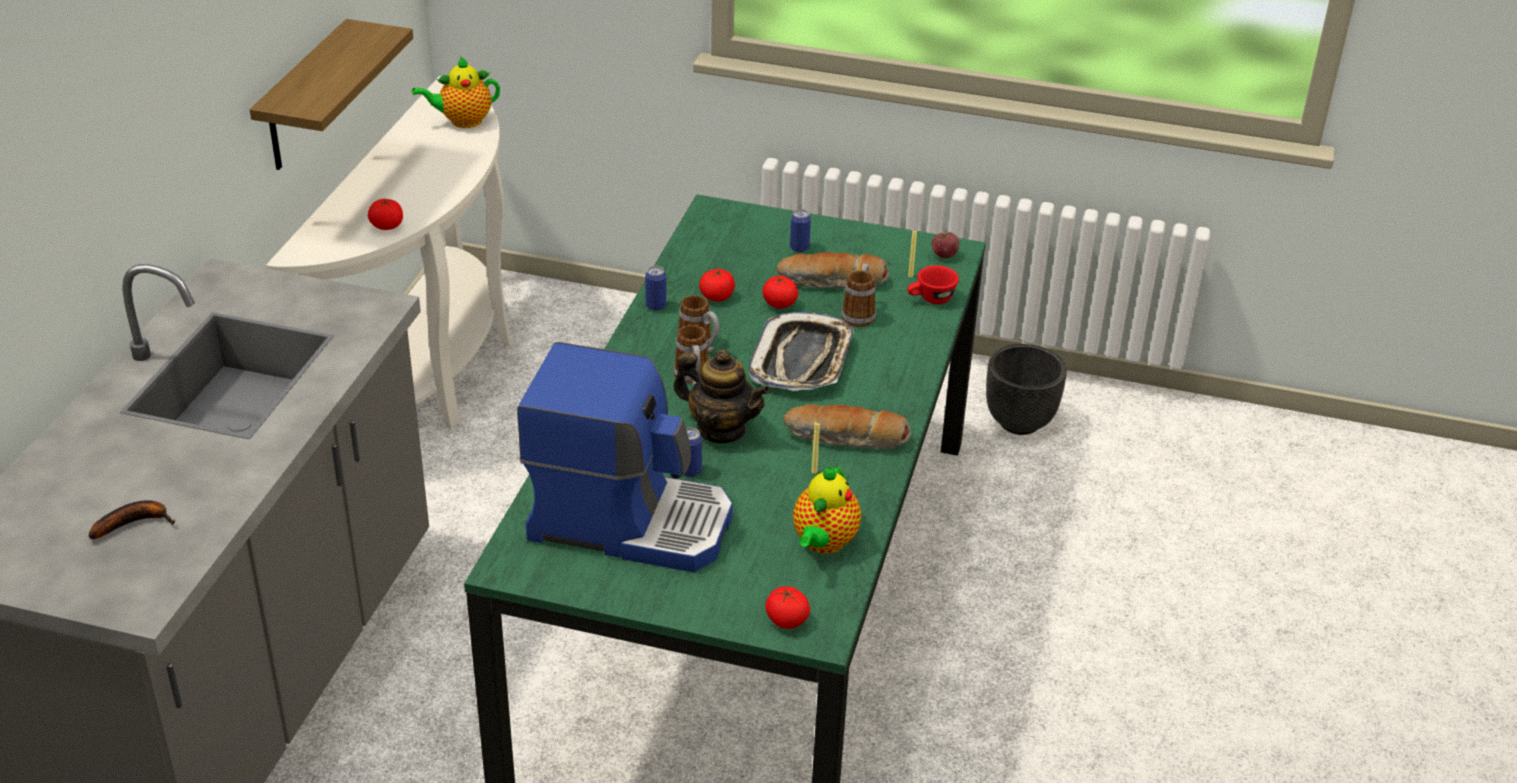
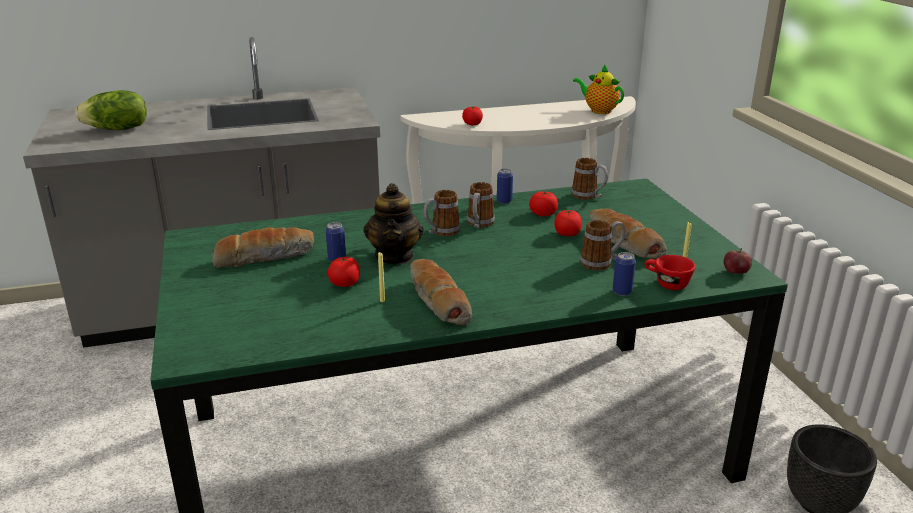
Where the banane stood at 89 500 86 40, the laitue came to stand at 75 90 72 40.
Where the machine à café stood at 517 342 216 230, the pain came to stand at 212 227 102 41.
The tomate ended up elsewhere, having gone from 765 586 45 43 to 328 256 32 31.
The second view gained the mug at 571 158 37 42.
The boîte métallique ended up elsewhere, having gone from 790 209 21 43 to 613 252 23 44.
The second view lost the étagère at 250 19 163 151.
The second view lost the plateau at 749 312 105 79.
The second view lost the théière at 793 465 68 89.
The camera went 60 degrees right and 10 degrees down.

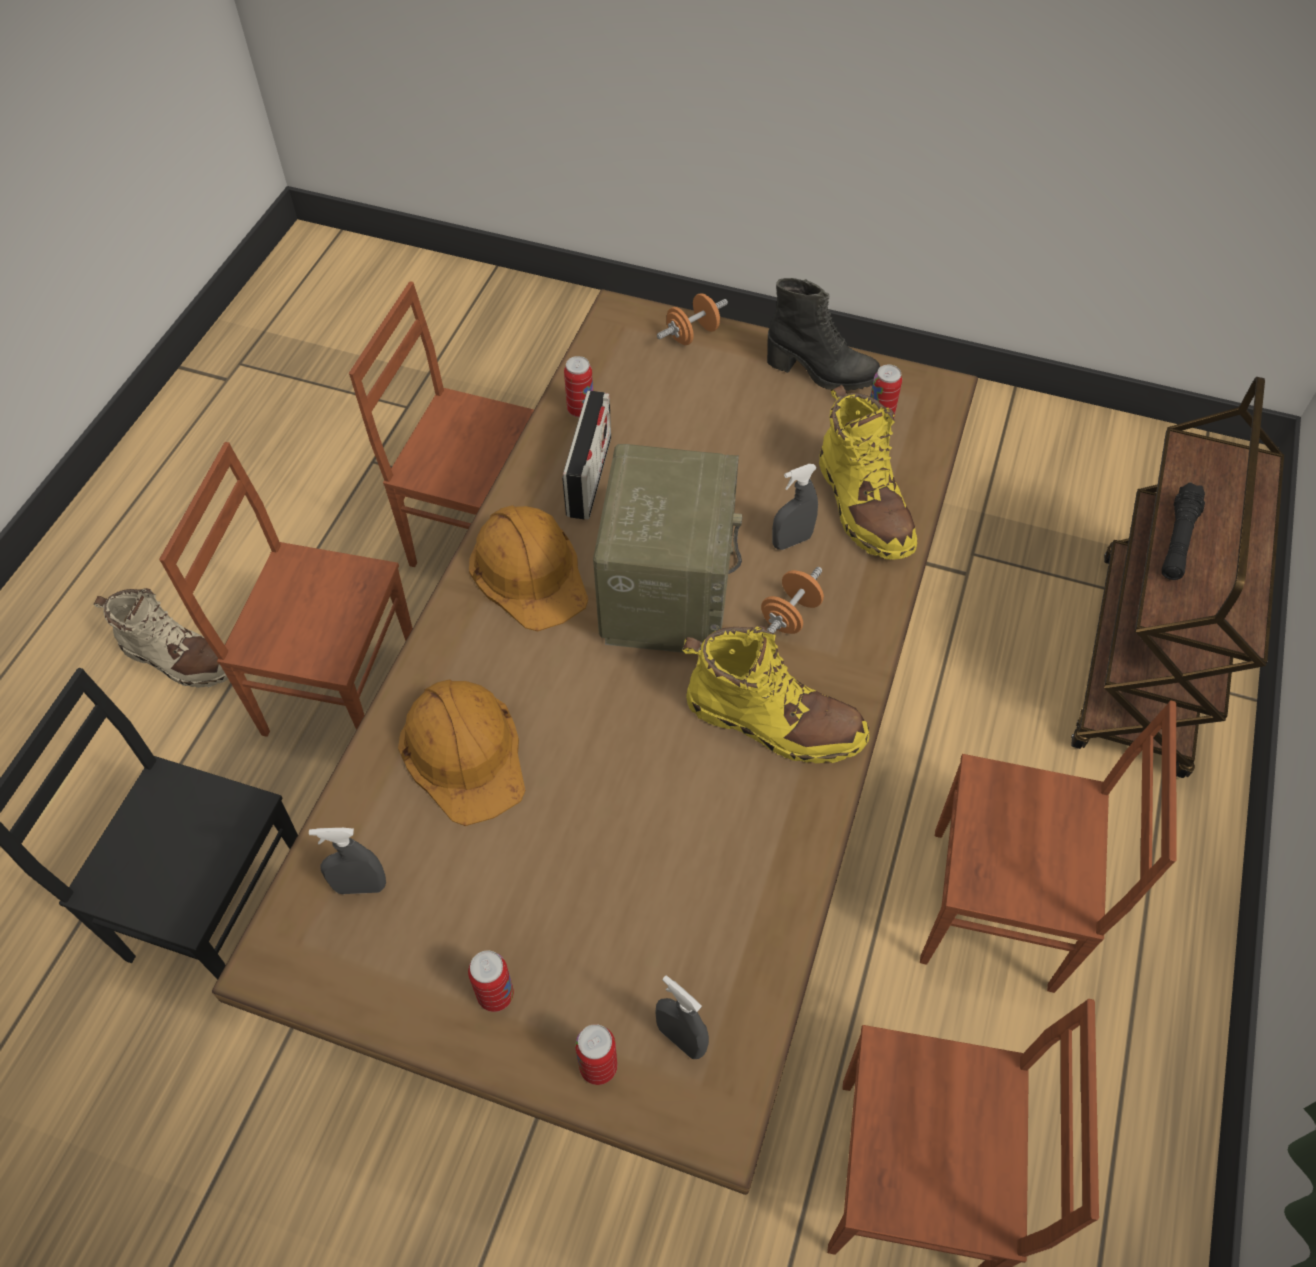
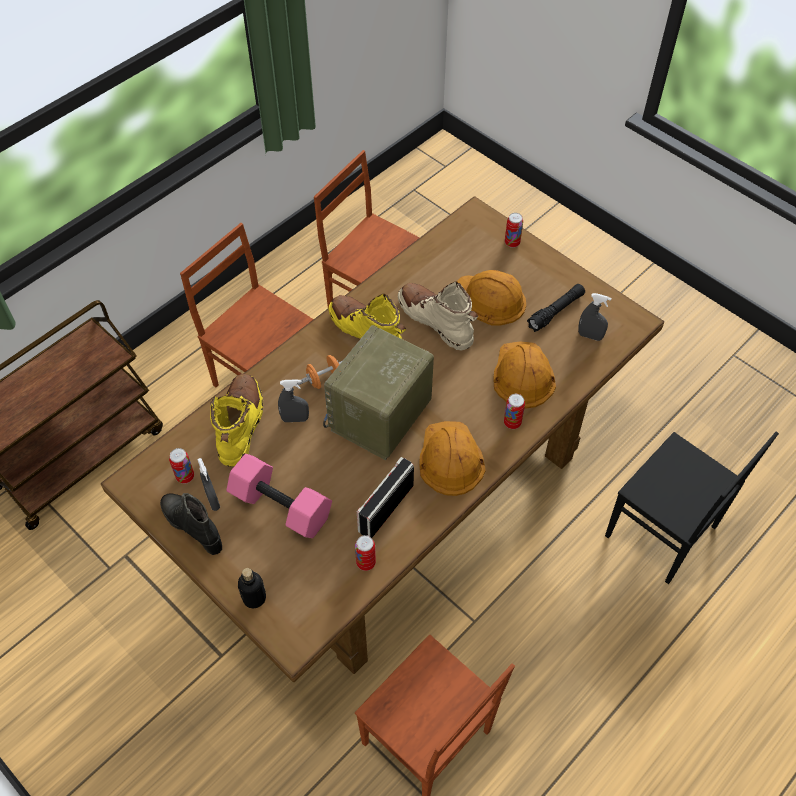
The vaporisateur [gris] ended up elsewhere, having gone from 655 975 54 84 to 197 458 23 53.
The second view gained the haltère [rose] at 226 454 106 84.
Where the haltère [orange] stood at 657 293 71 52, the bouteille came to stand at 238 568 28 40.
The botte [beige] ended up elsewhere, having gone from 93 588 135 100 to 398 281 80 69.
The second view gained the casque de chantier [orange] at 457 270 69 56.
The boîte métallique ended up elsewhere, having gone from 468 950 46 62 to 504 394 21 35.
The lampe de poche [noir] ended up elsewhere, having gone from 1161 482 44 98 to 527 284 58 48.
The second view lost the chaise [marron] at 159 442 254 295.
The camera went 155 degrees left and 0 degrees up.

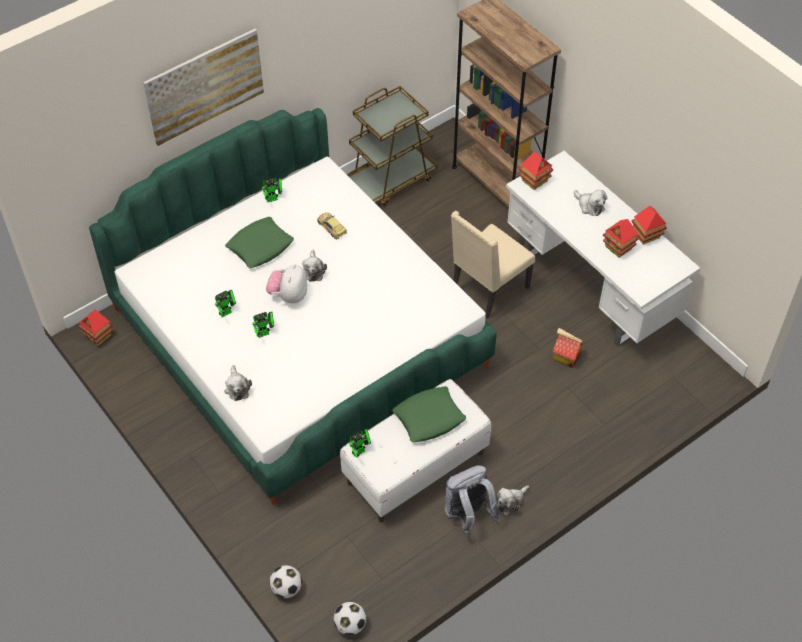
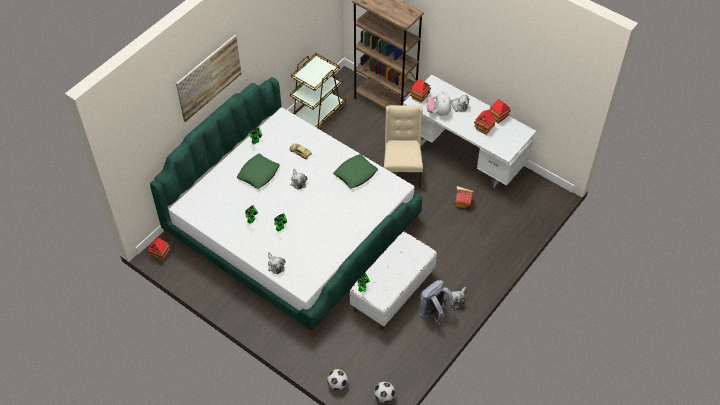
The coussin [vert] ended up elsewhere, having gone from 392 386 74 56 to 333 154 45 35.
The chaise [beige] at 451 211 84 108 ended up facing another way, 150 degrees clockwise from before.
The peluche ended up elsewhere, having gone from 266 264 41 39 to 427 91 24 25.
The camera went 15 degrees left and 0 degrees up.

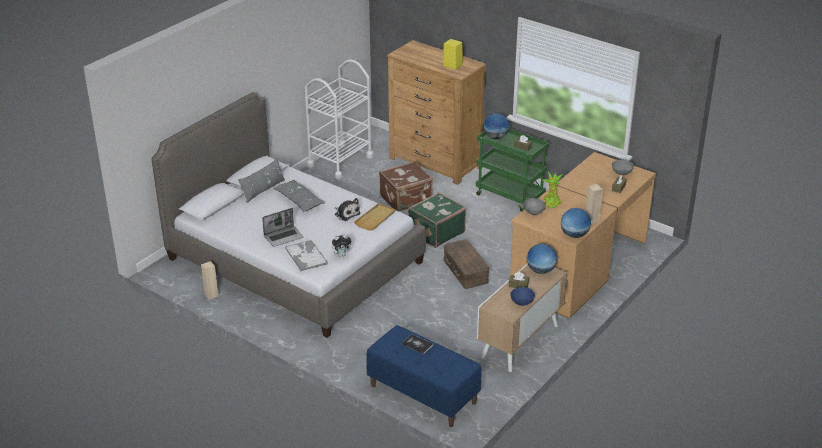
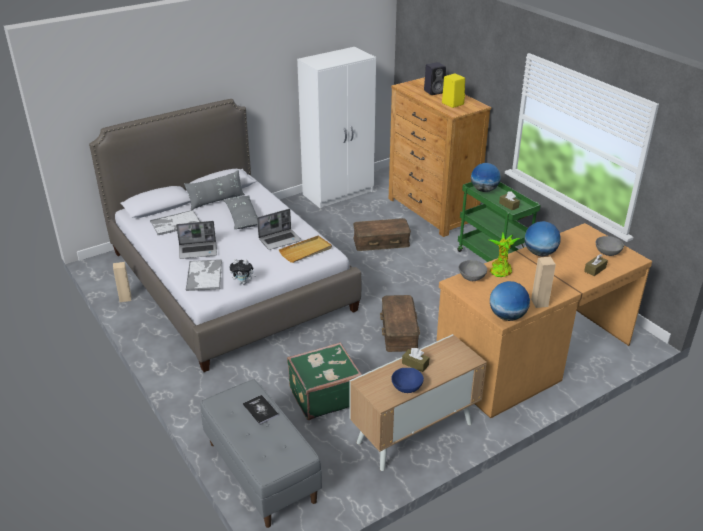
The second view gained the plateau at 150 210 50 26.
What was the banc [bleu] at 366 325 116 102 turned into the banc [gris] at 201 379 121 149.
Where the peluche stood at 335 198 26 23, the ordinateur portable came to stand at 257 209 45 41.
The valise [vert] ended up elsewhere, having gone from 408 192 58 56 to 287 342 75 78.
Where the chariot [blanc] stood at 305 59 68 120, the armoire [blanc] came to stand at 297 47 79 161.
Where the valise [marron] stood at 379 161 54 50, the boîte de rangement [marron] came to stand at 353 218 58 33.
The second view gained the enceinte [noir] at 424 62 22 33.
The globe ended up elsewhere, having gone from 527 244 30 30 to 524 221 37 36.
The camera went 20 degrees right and 0 degrees up.

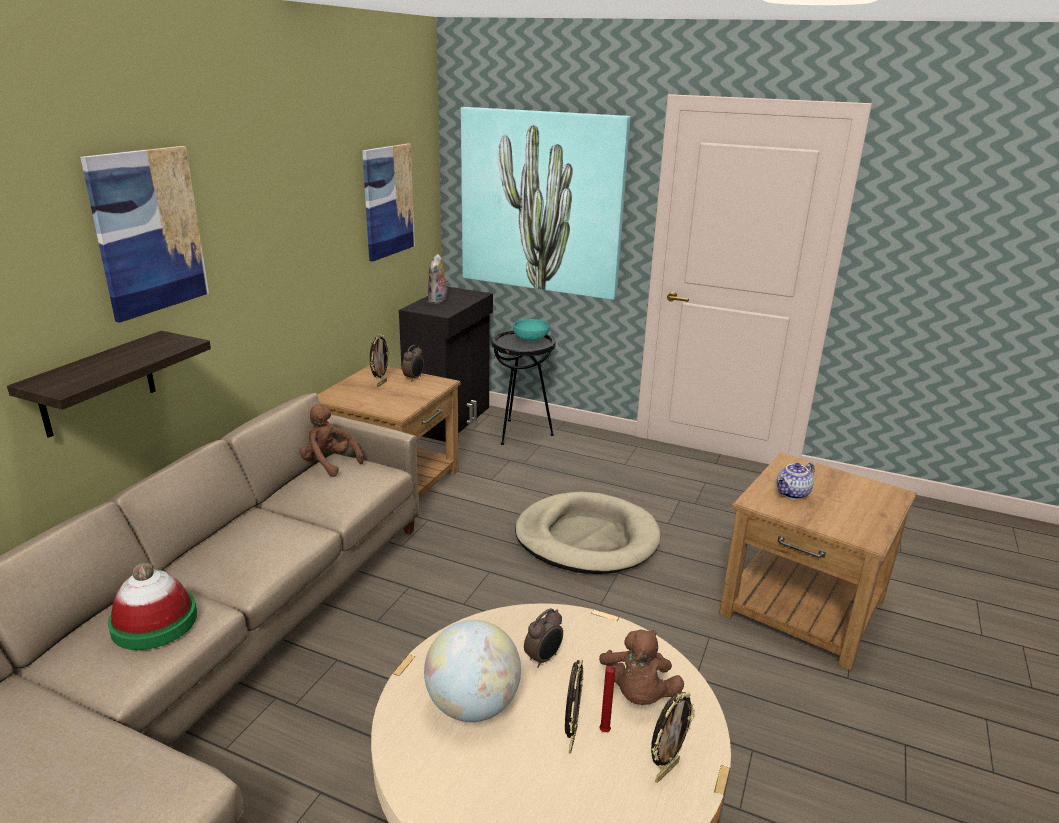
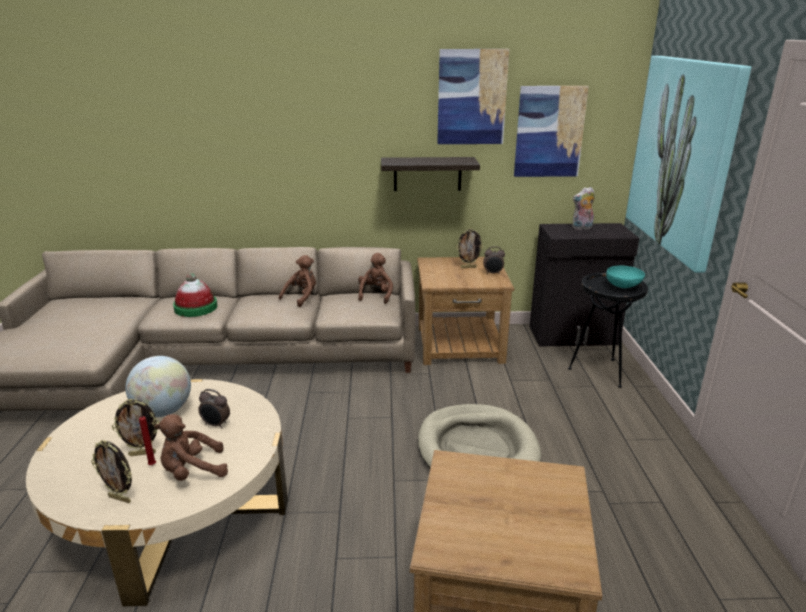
The second view gained the peluche [marron] at 279 255 37 52.
The étagère ended up elsewhere, having gone from 7 331 204 107 to 381 157 99 34.
The tableau ended up elsewhere, having gone from 80 146 129 177 to 437 49 72 95.
The second view lost the théière at 777 463 38 36.
The camera went 65 degrees right and 0 degrees up.

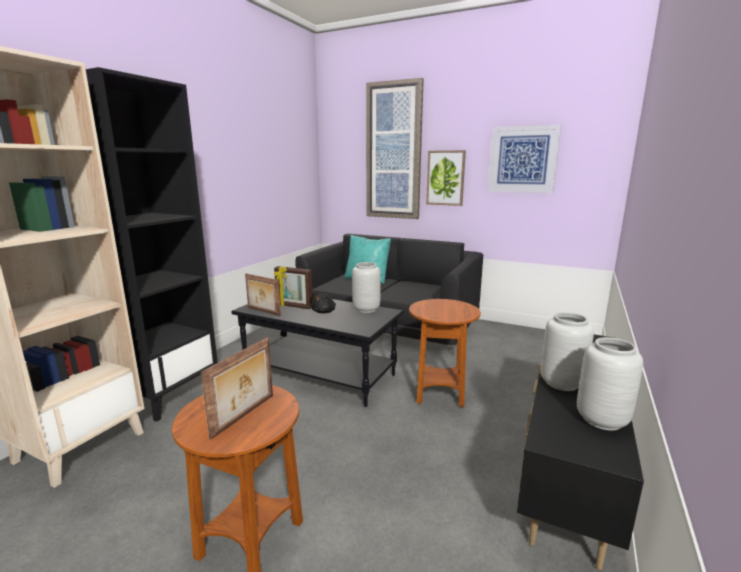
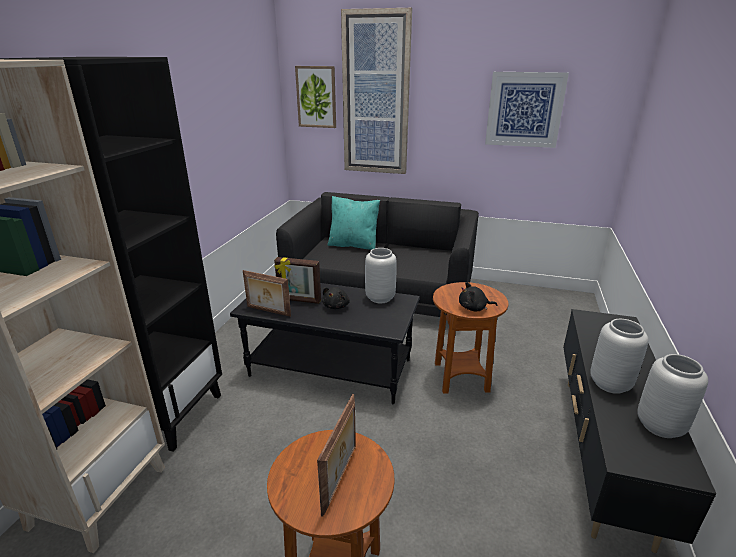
The tableau ended up elsewhere, having gone from 426 150 40 56 to 295 66 41 62.
The second view gained the peluche [noir] at 459 282 38 30.
The camera went 10 degrees left and 10 degrees up.

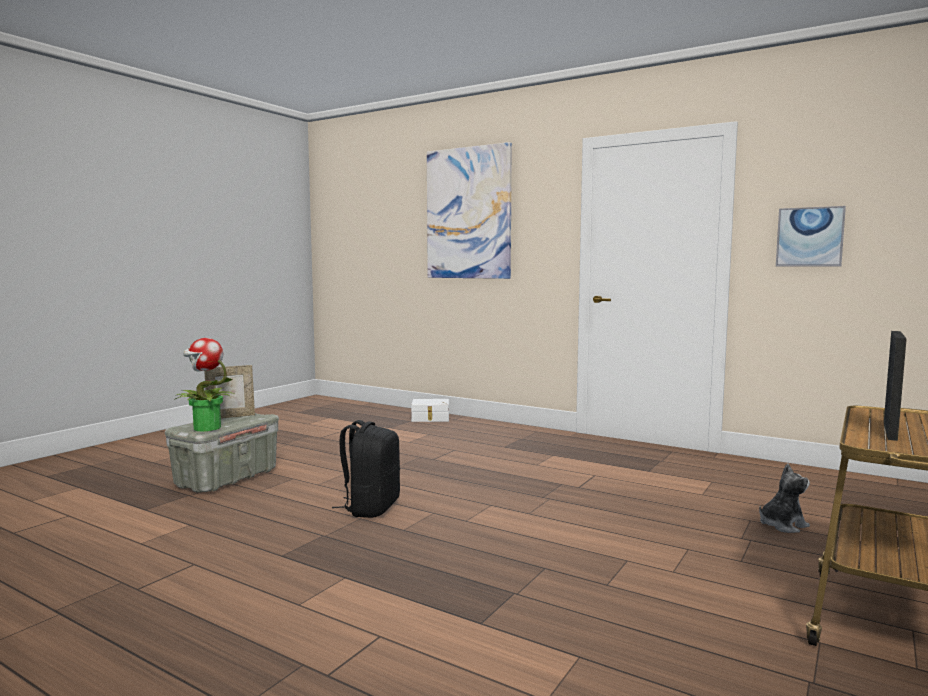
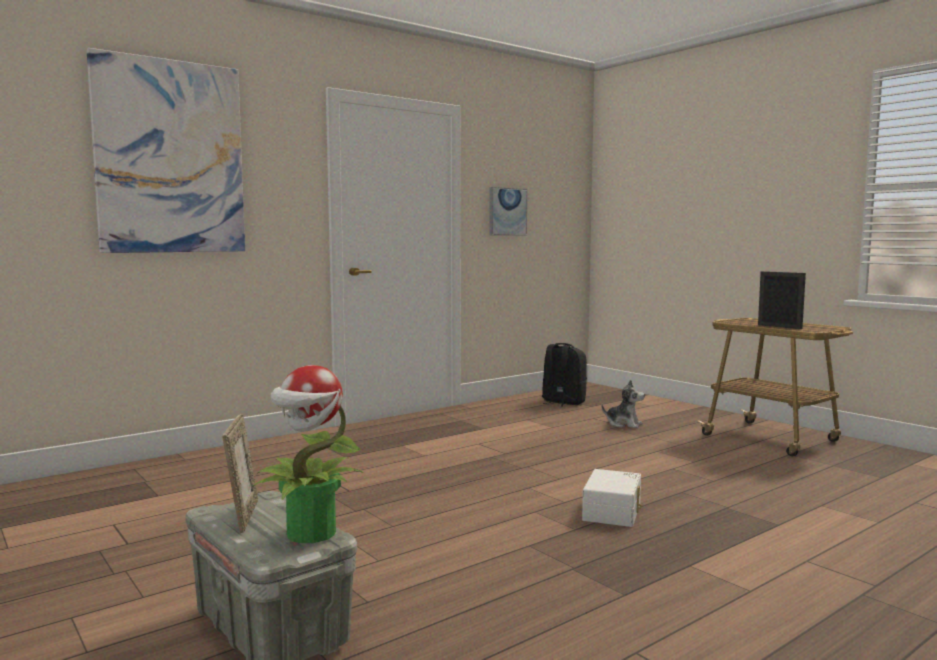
The sac à dos [noir] ended up elsewhere, having gone from 332 420 68 98 to 542 343 45 64.
The boîte de rangement [blanc] ended up elsewhere, having gone from 411 399 38 23 to 582 469 60 58.
The peluche at 759 463 51 70 ended up facing another way, 120 degrees clockwise from before.
The camera went 70 degrees left and 0 degrees up.

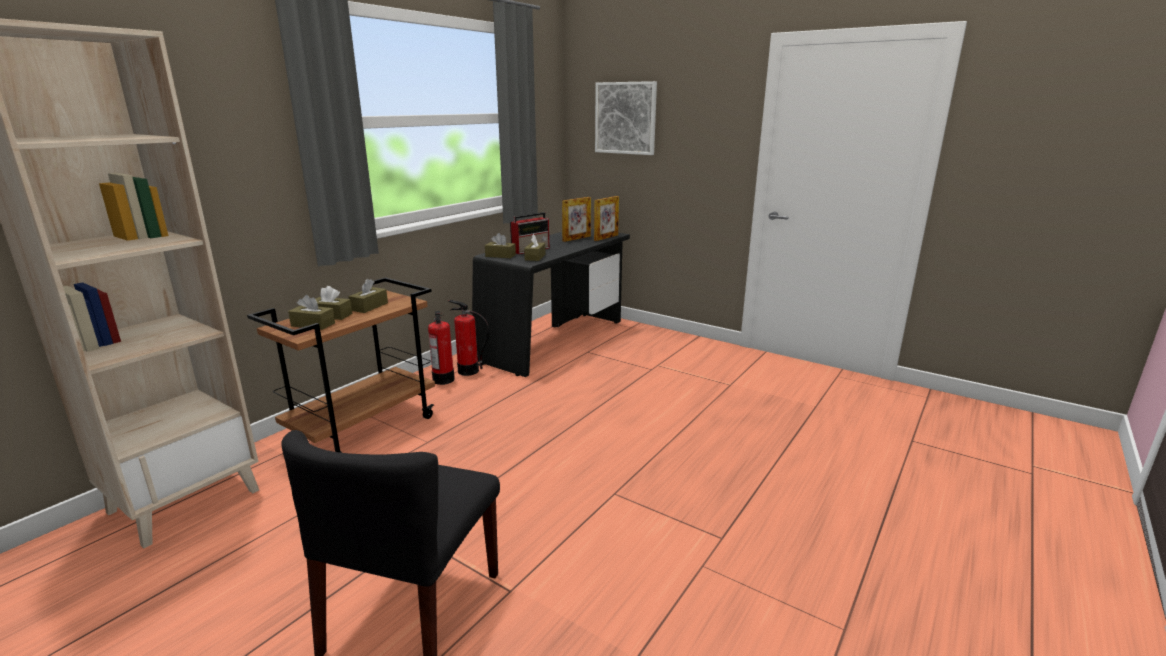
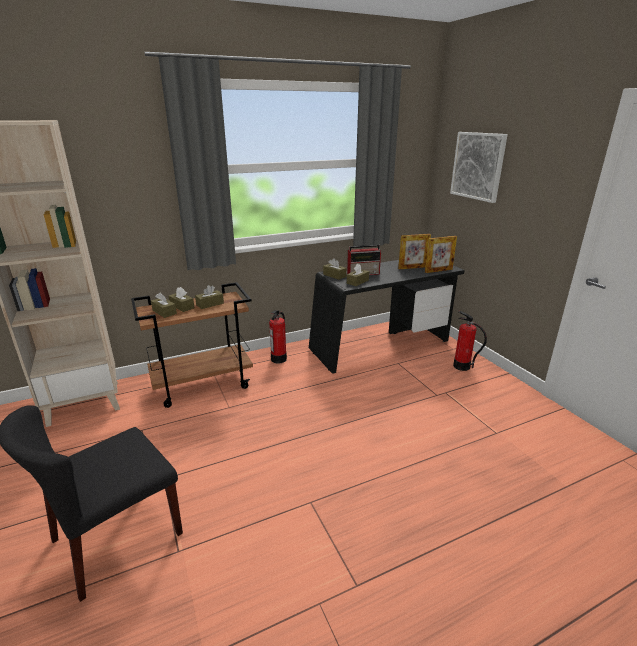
The extincteur ended up elsewhere, having gone from 448 300 42 76 to 453 311 34 60.
The camera went 30 degrees right and 5 degrees up.

